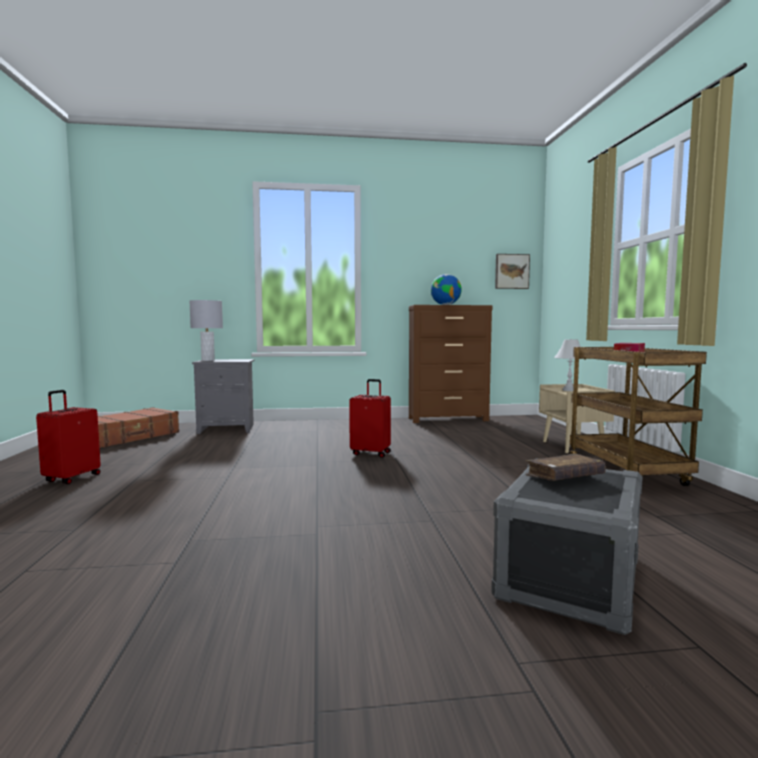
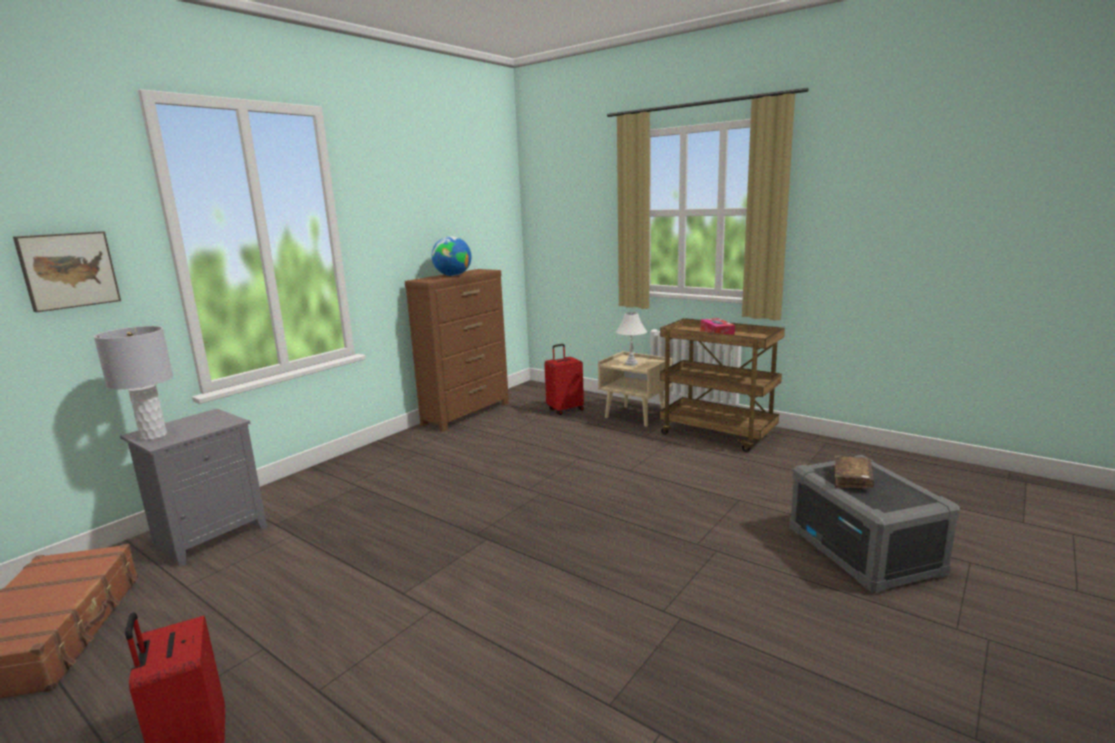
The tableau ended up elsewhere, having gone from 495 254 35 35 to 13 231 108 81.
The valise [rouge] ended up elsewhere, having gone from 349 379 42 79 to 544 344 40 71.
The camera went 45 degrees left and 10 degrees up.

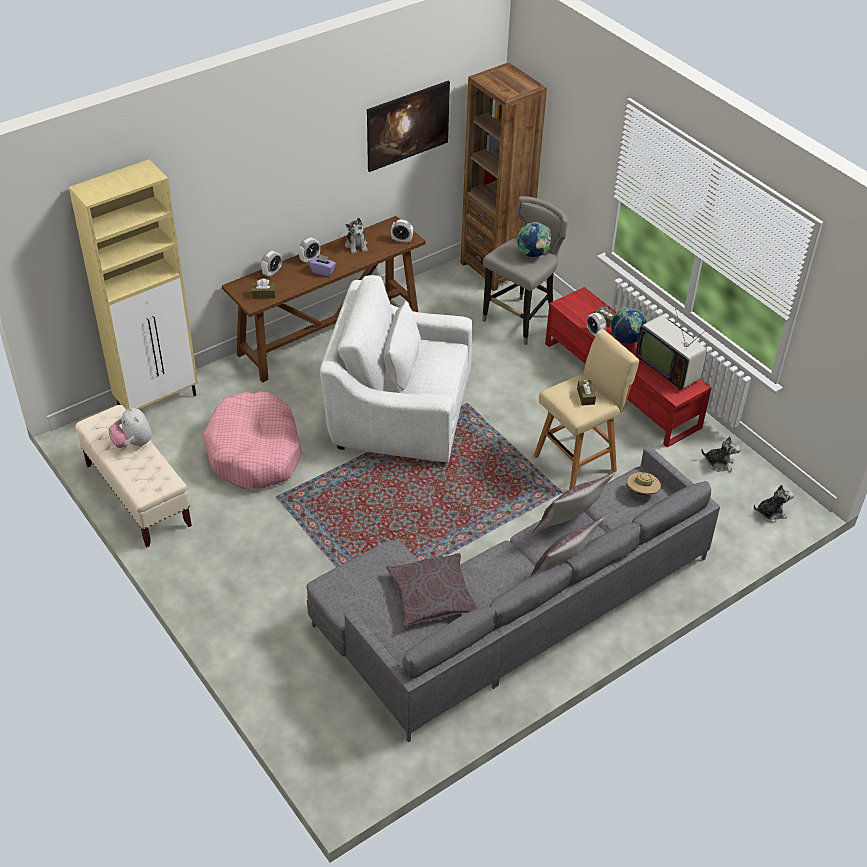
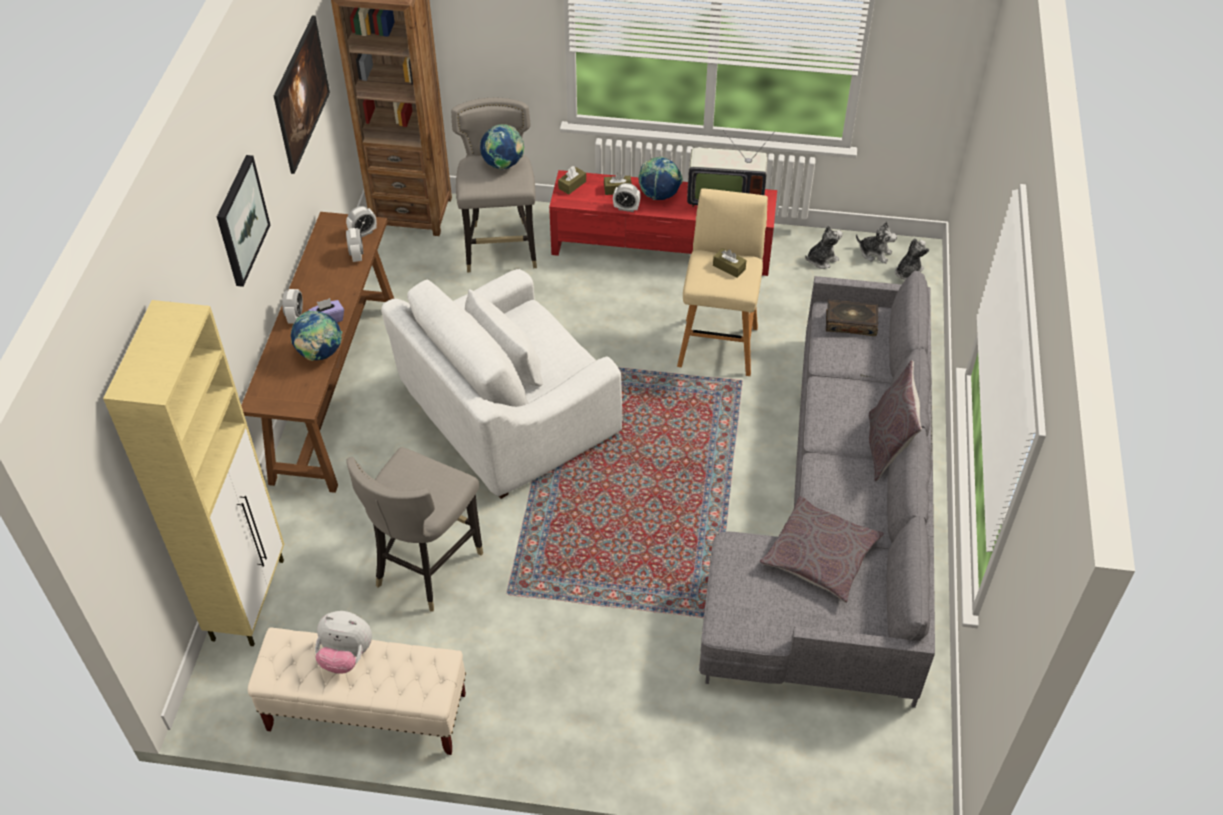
The second view gained the tableau at 217 155 53 132.
The second view gained the globe at 291 311 51 50.
The réveil ended up elsewhere, having gone from 261 251 21 26 to 346 228 17 34.
Where the panier pour chien [rose] stood at 204 391 98 98, the tabouret [gris] came to stand at 346 447 137 165.
The boîte à mouchoirs [marron] ended up elsewhere, having gone from 251 278 25 21 to 558 166 28 29.
Where the chapeau [beige] stood at 627 472 34 23, the livre came to stand at 826 300 52 36.
The peluche ended up elsewhere, having gone from 345 218 23 36 to 856 222 41 41.
The second view lost the coussin [gris] at 533 472 81 61.
The camera went 45 degrees left and 5 degrees up.

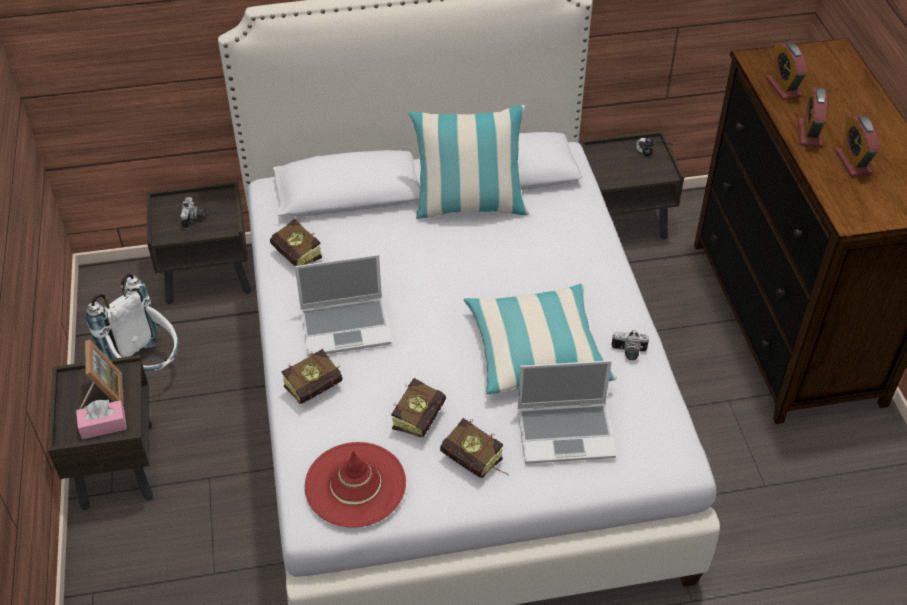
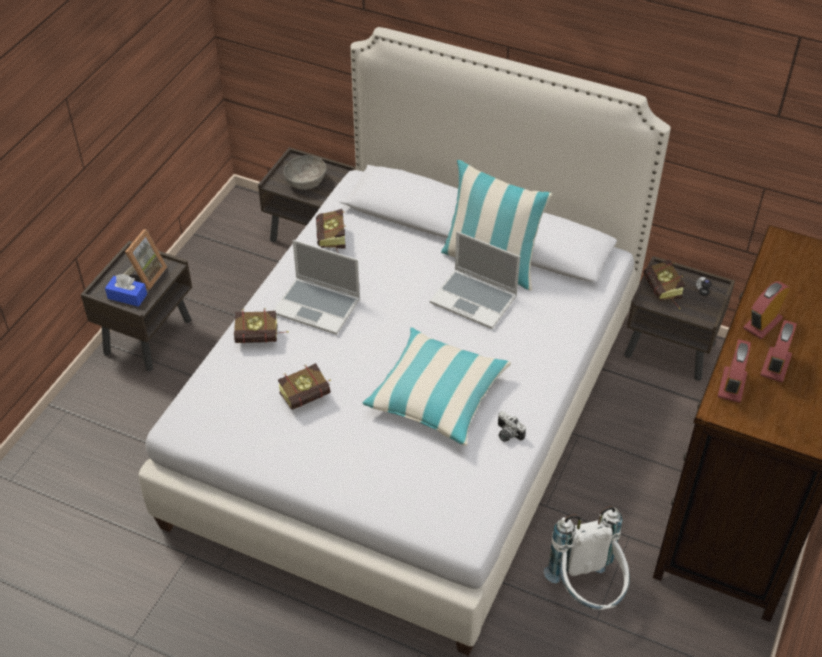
What was the boîte à mouchoirs [rose] at 76 400 51 39 turned into the boîte à mouchoirs [bleu] at 105 274 42 33.
Where the appareil photo stood at 180 197 25 32, the bol [gris] came to stand at 284 156 43 34.
The ordinateur portable ended up elsewhere, having gone from 517 360 99 104 to 430 231 90 98.
The sac à dos [blanc] ended up elsewhere, having gone from 86 274 93 98 to 544 506 86 104.
The livre ended up elsewhere, having gone from 440 418 69 60 to 643 259 42 50.
The réveil ended up elsewhere, having gone from 766 42 42 58 to 718 339 33 64.
The second view lost the chapeau [rouge] at 305 442 101 85.
The camera went 35 degrees right and 0 degrees up.

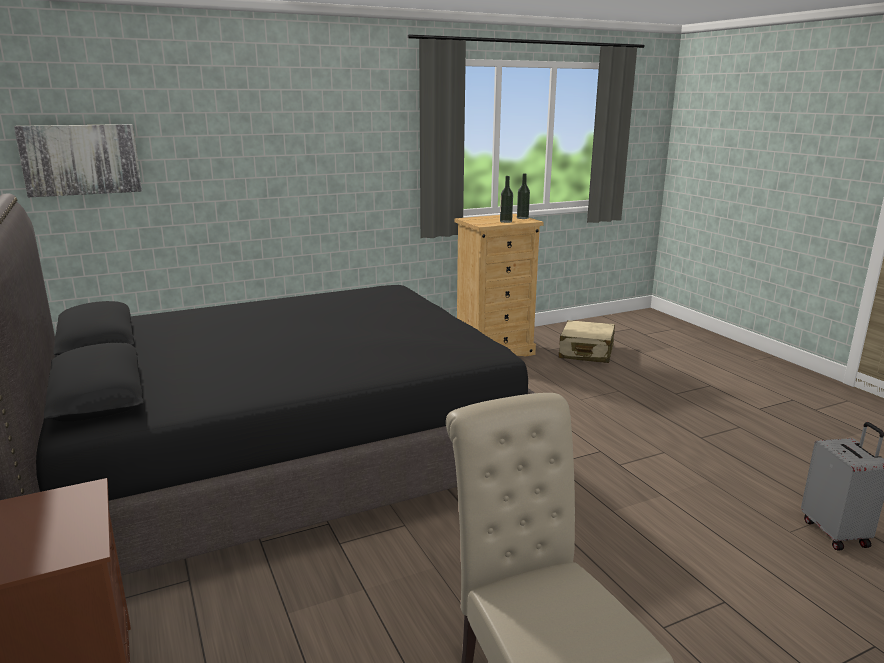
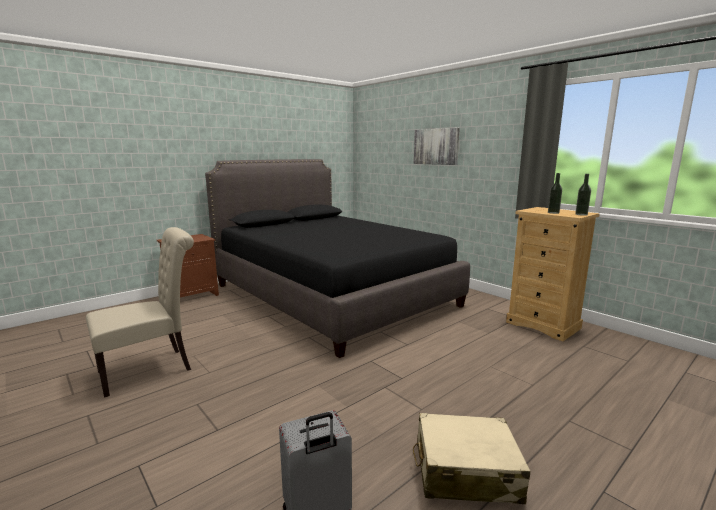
The tableau ended up elsewhere, having gone from 14 124 128 73 to 413 128 47 37.
The valise [beige] ended up elsewhere, having gone from 559 320 56 43 to 413 413 117 91.
The camera went 75 degrees right and 5 degrees down.

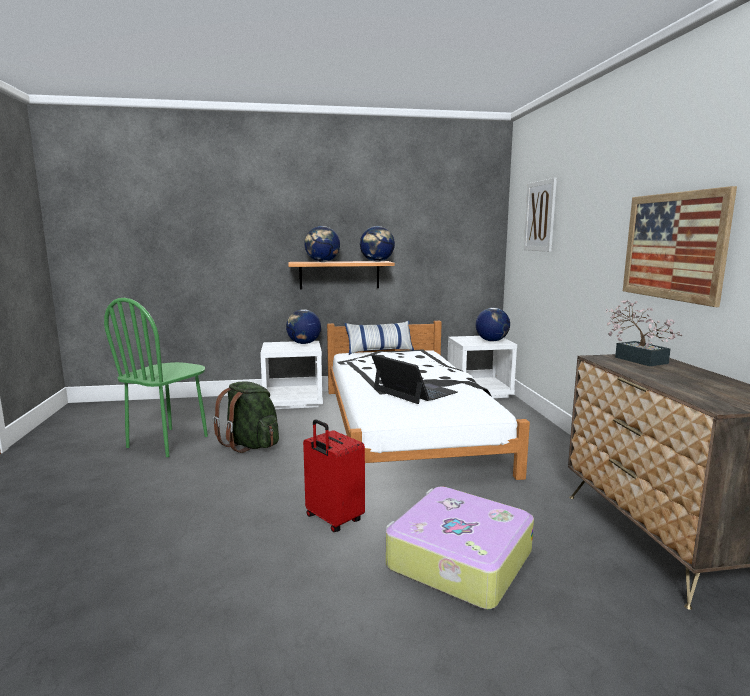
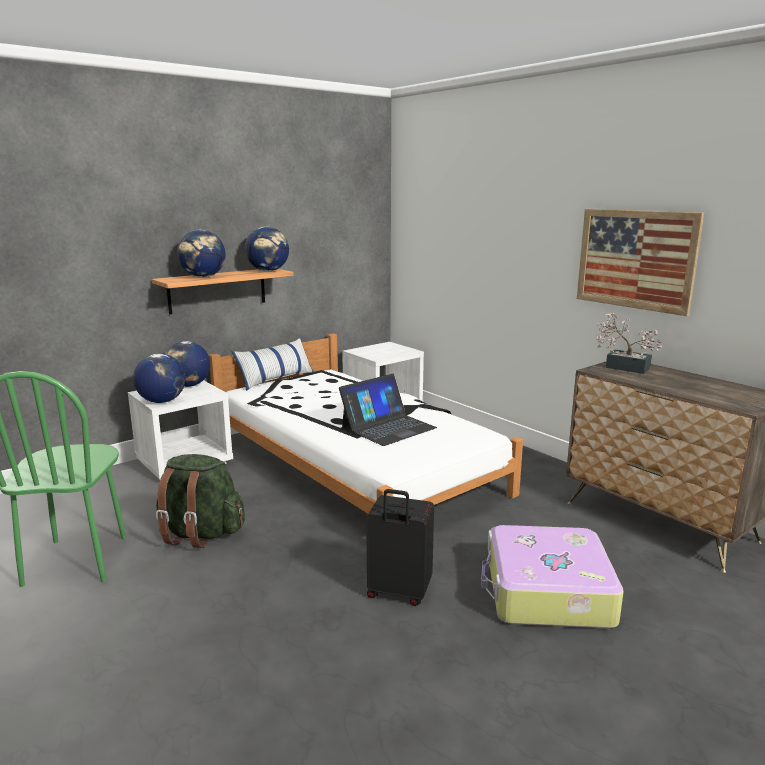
The globe ended up elsewhere, having gone from 476 308 34 34 to 133 354 53 49.
The ordinateur portable at 371 354 86 50 ended up facing another way, 120 degrees clockwise from before.
What was the valise [rouge] at 303 419 62 113 turned into the valise [noir] at 366 489 68 117.
The second view lost the tableau at 524 178 33 74.
The camera went 30 degrees left and 5 degrees up.

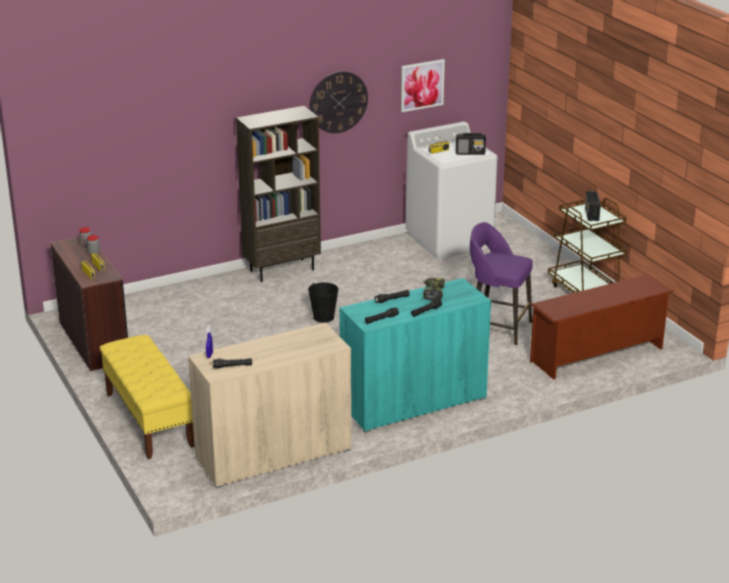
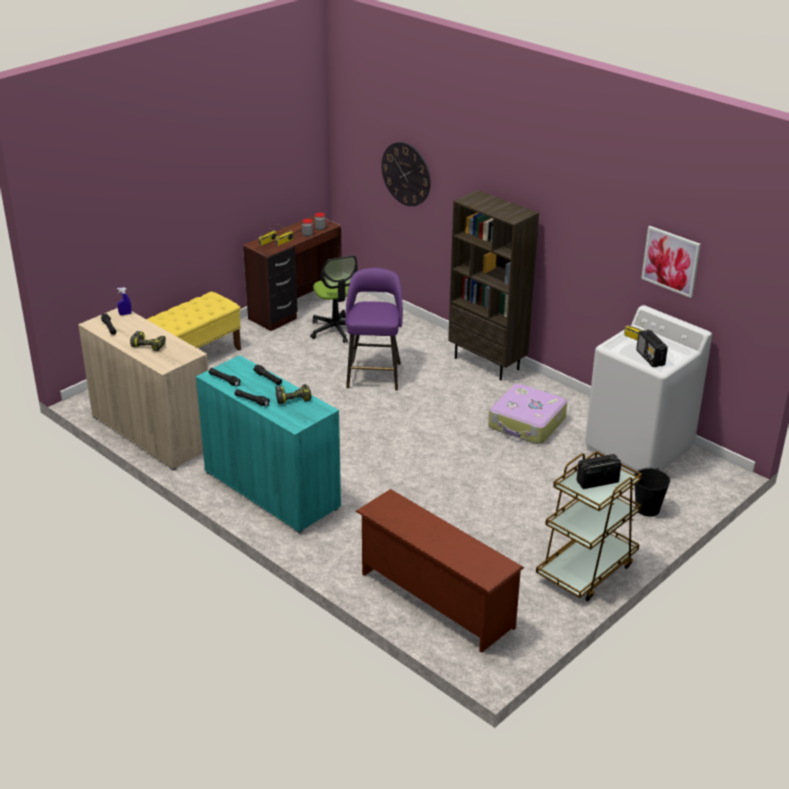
The second view gained the perceuse at 130 331 36 20.
The second view gained the chaise de bureau at 310 255 48 88.
The tabouret [violet] ended up elsewhere, having gone from 470 222 63 123 to 345 268 58 123.
The horloge murale ended up elsewhere, having gone from 309 71 59 62 to 381 142 50 64.
The second view gained the valise at 488 384 79 60.
The seau [noir] ended up elsewhere, having gone from 308 282 31 41 to 634 468 36 49.
The camera went 70 degrees right and 5 degrees up.

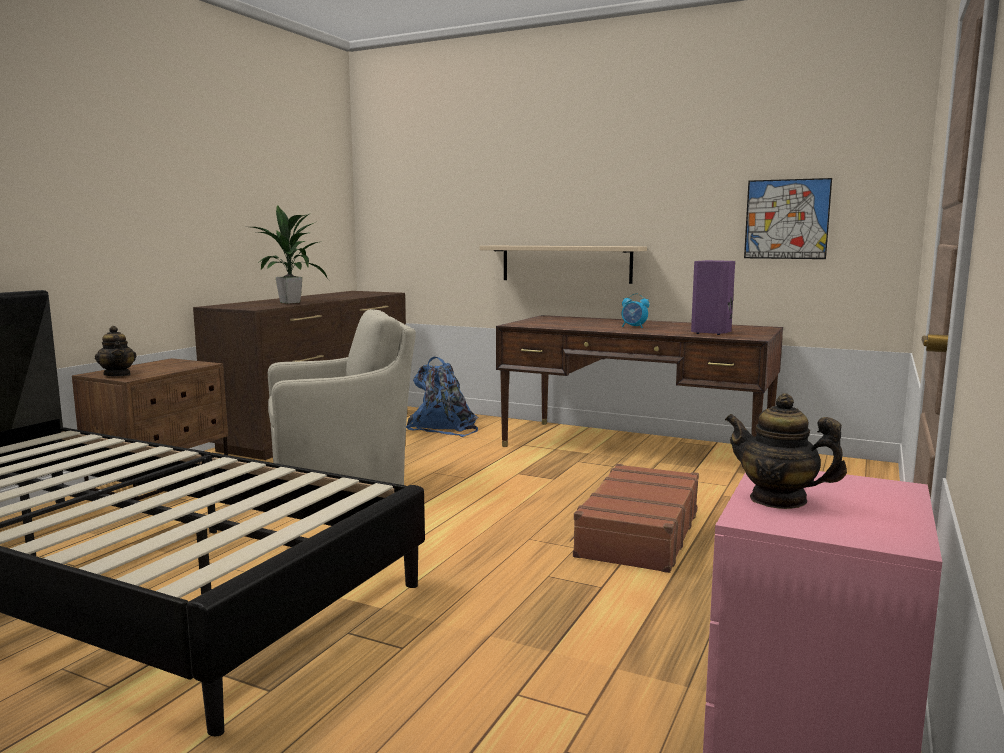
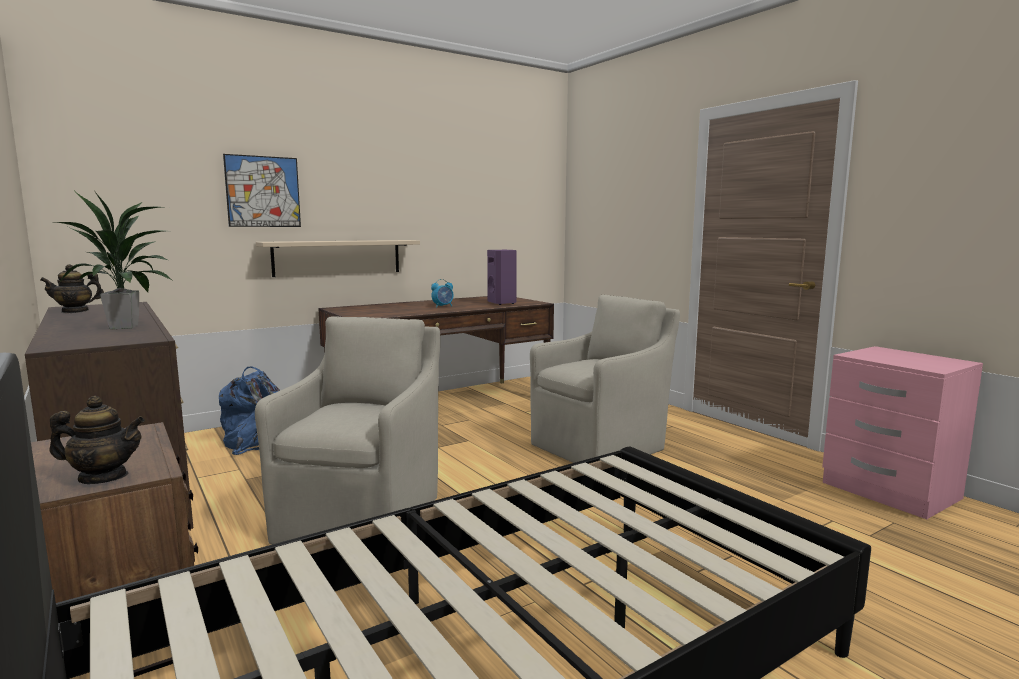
The théière ended up elsewhere, having gone from 725 393 122 116 to 40 264 64 49.
The tableau ended up elsewhere, having gone from 744 178 88 81 to 223 154 78 73.
Where the valise [marron] stood at 570 464 129 109, the fauteuil [beige] came to stand at 530 295 150 168.
The camera went 60 degrees left and 0 degrees up.

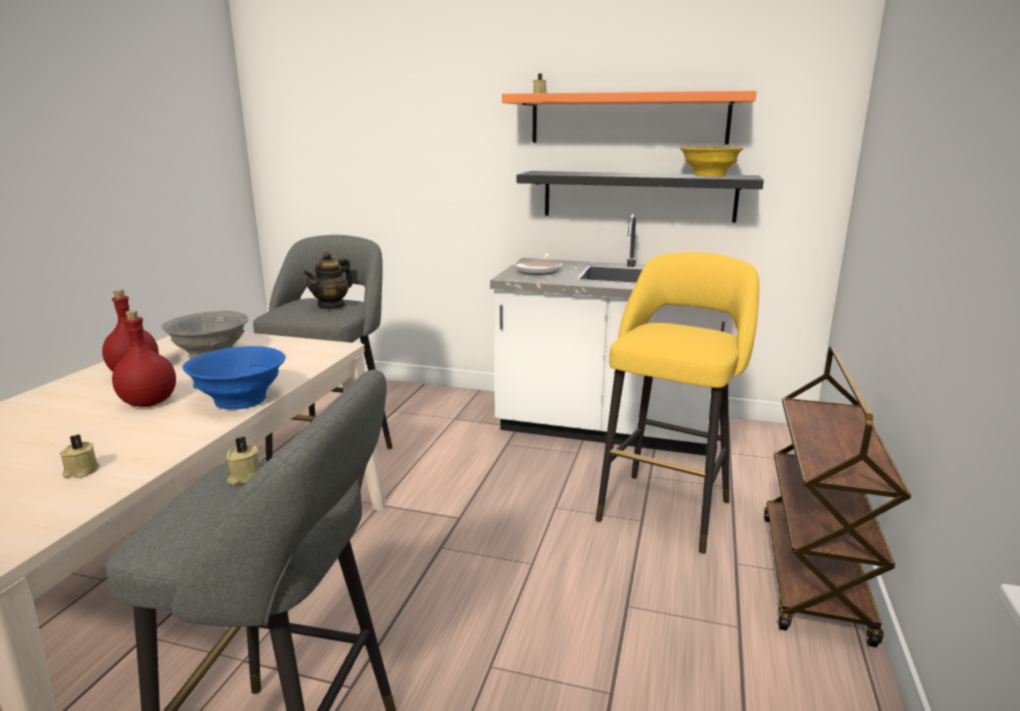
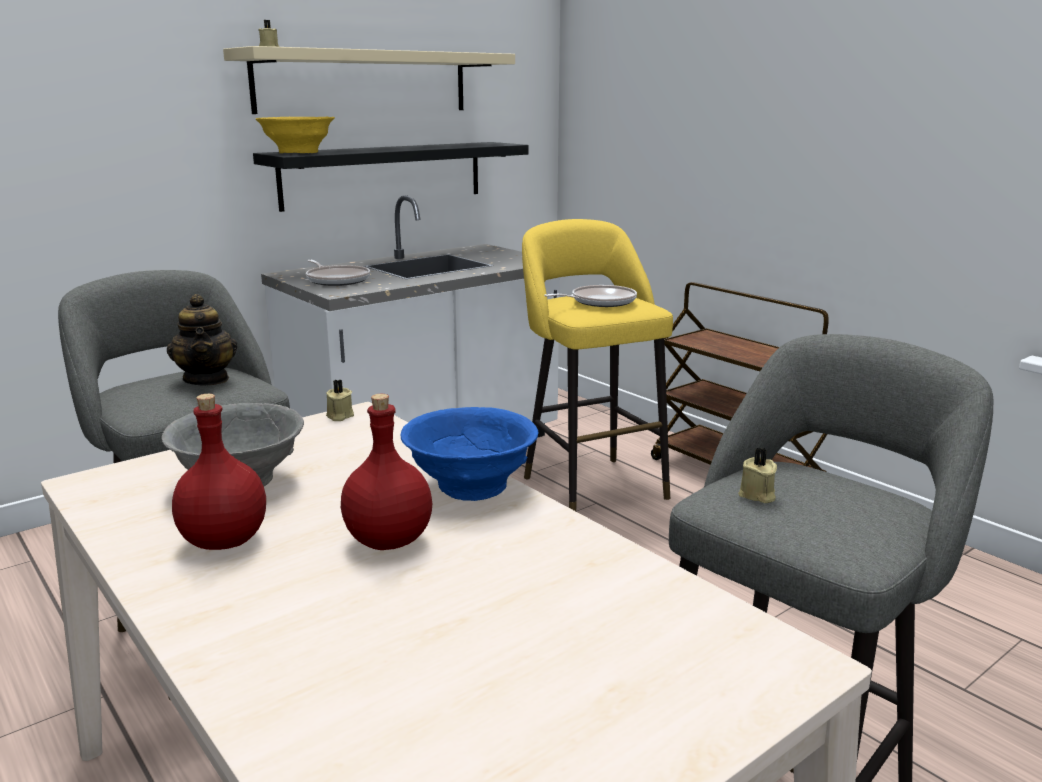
What was the étagère [orange] at 502 91 255 53 turned into the étagère [beige] at 223 46 292 68.
The bol [jaune] ended up elsewhere, having gone from 680 147 64 30 to 256 117 79 36.
The bougie [beige] ended up elsewhere, having gone from 60 434 40 44 to 326 379 28 42.
The second view gained the poêle at 544 285 93 22.
The camera went 55 degrees left and 0 degrees up.

